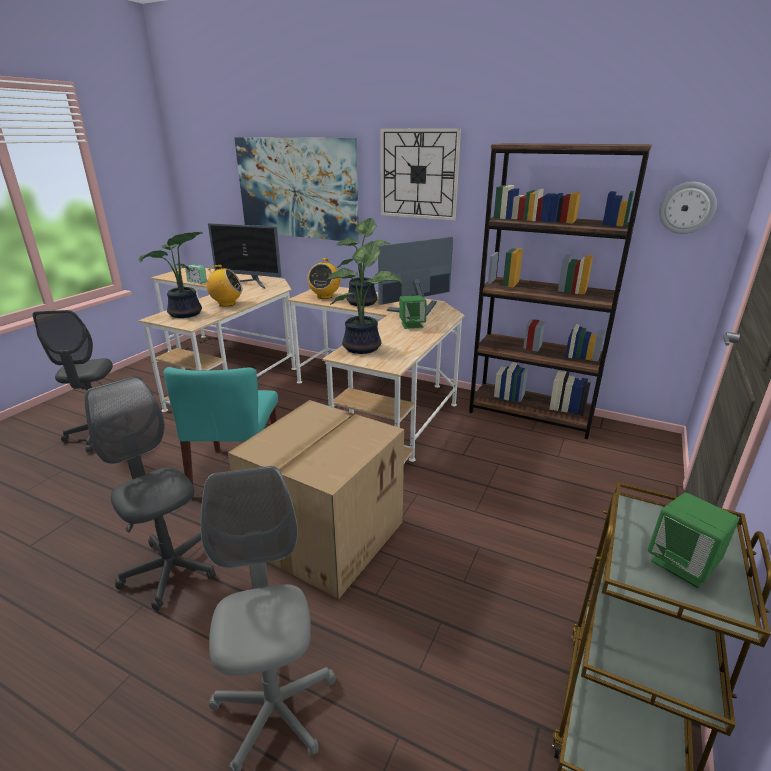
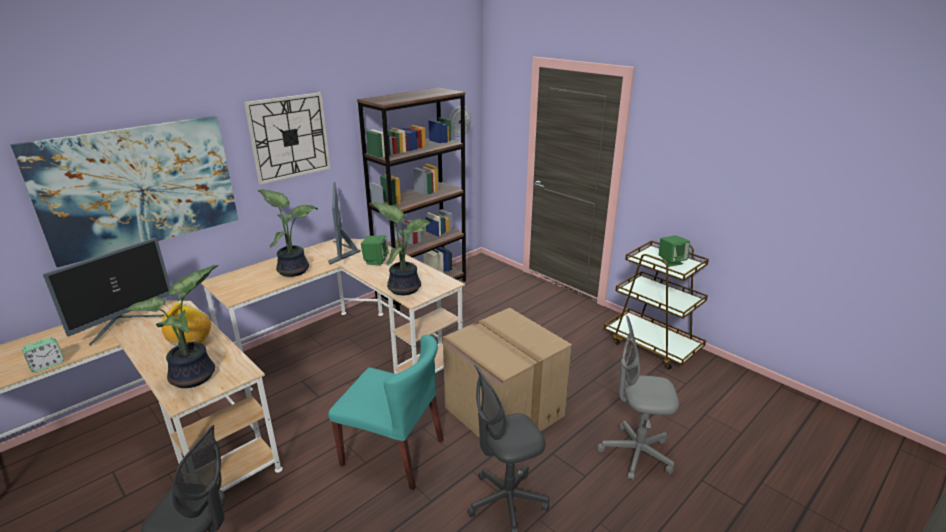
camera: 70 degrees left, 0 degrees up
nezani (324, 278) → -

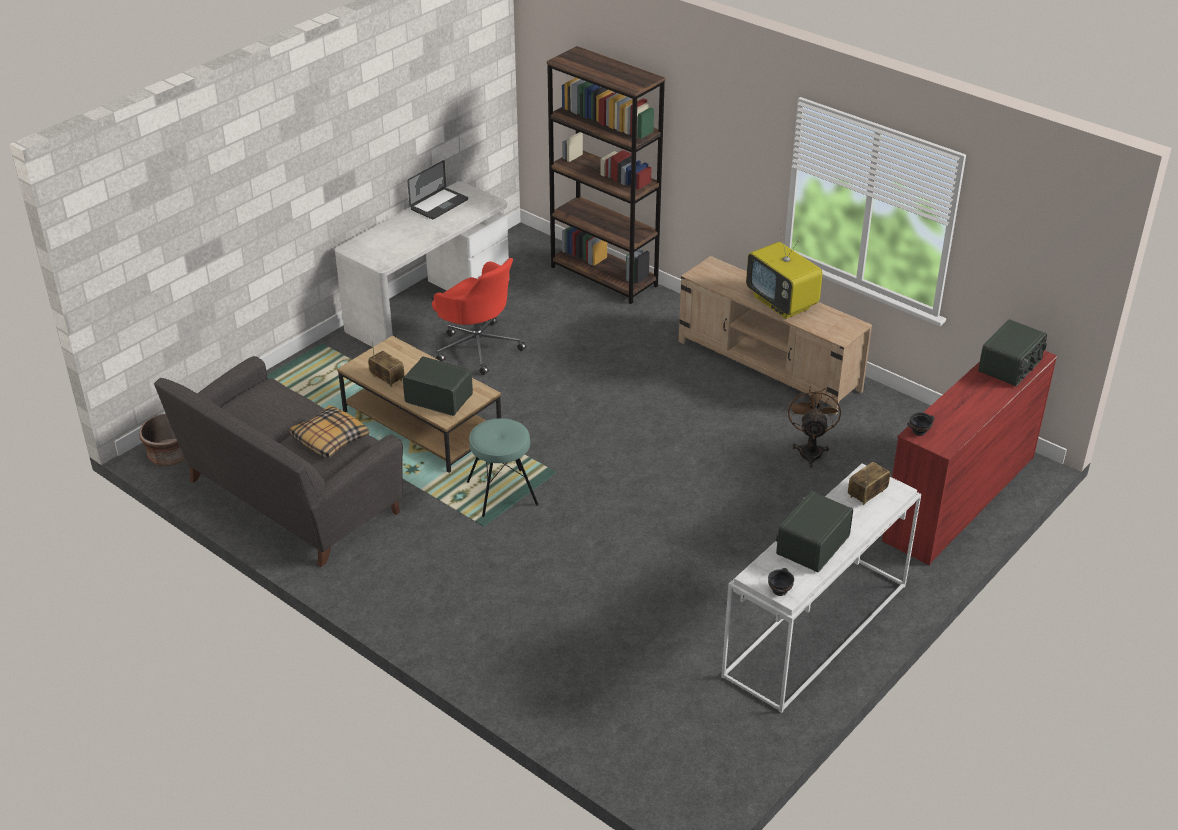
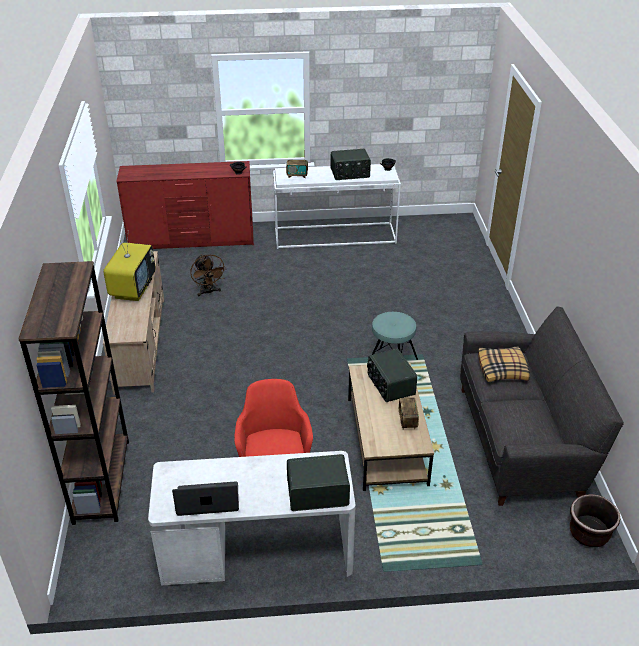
camera: 135 degrees left, 0 degrees up
nezani (1012, 352) → nezani (318, 482), shifted
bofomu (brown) (814, 427) → bofomu (brown) (207, 275), 75 degrees counterclockwise

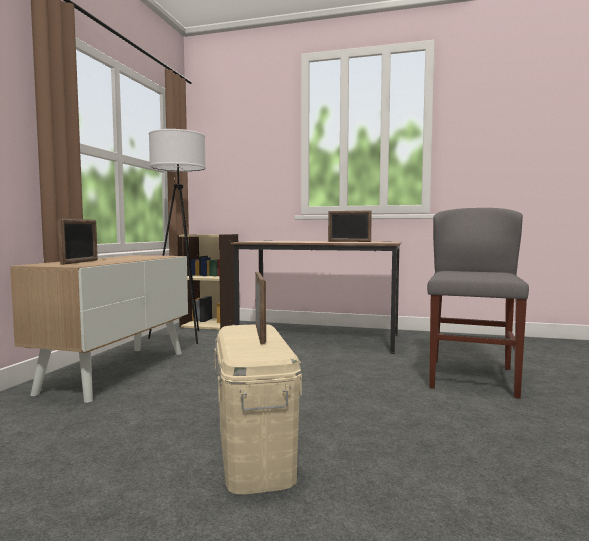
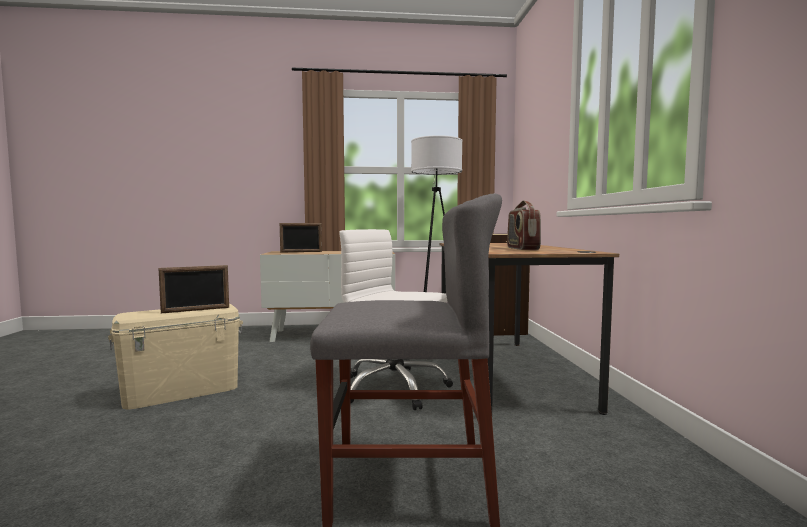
camera: 70 degrees right, 0 degrees up
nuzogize (350, 226) → nezani (524, 225)
- → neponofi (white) (396, 319)

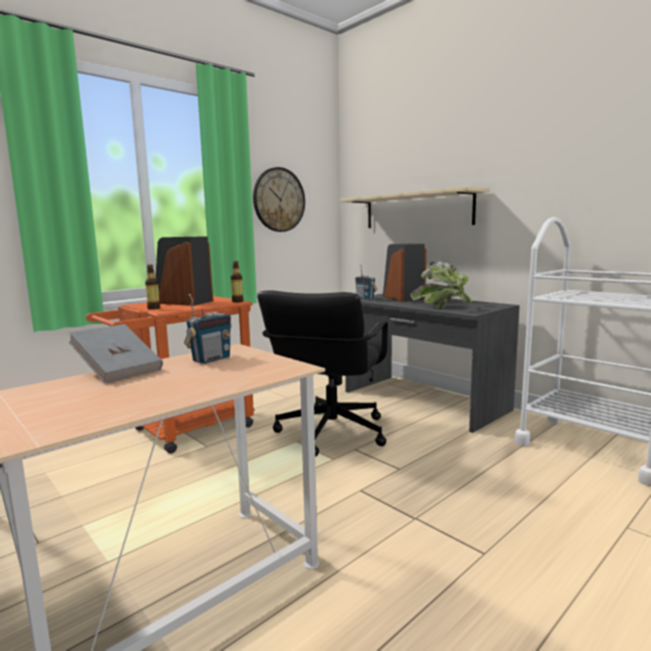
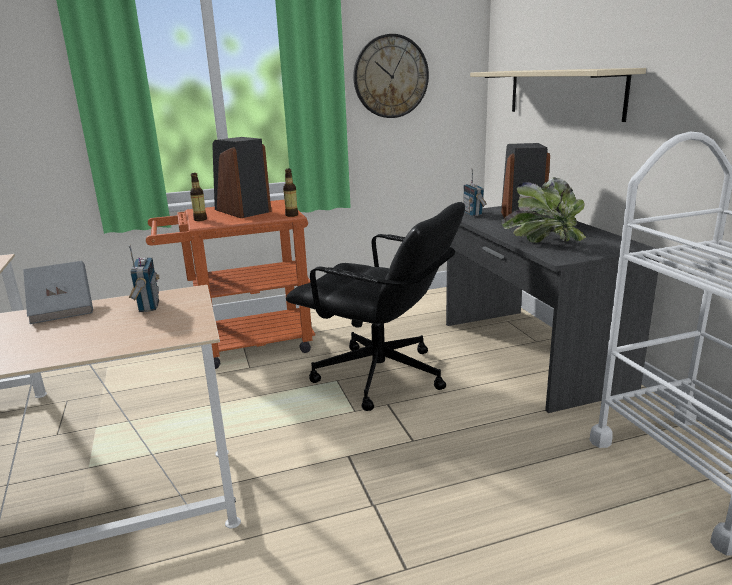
camera: 25 degrees right, 10 degrees up
neponofi (black) (322, 373) → neponofi (black) (375, 306), 105 degrees counterclockwise
nezani (208, 329) → nezani (143, 278), 75 degrees counterclockwise

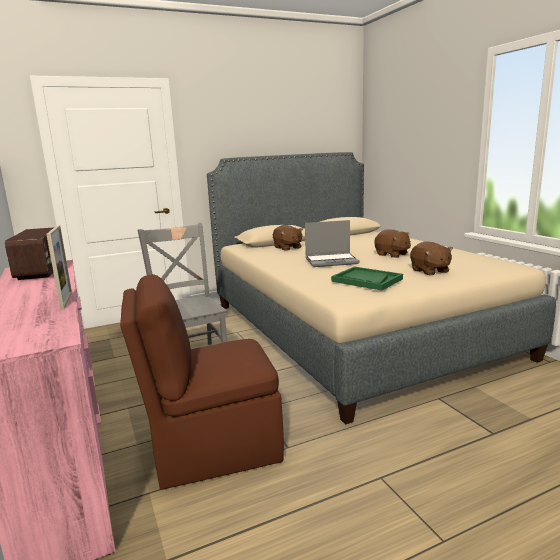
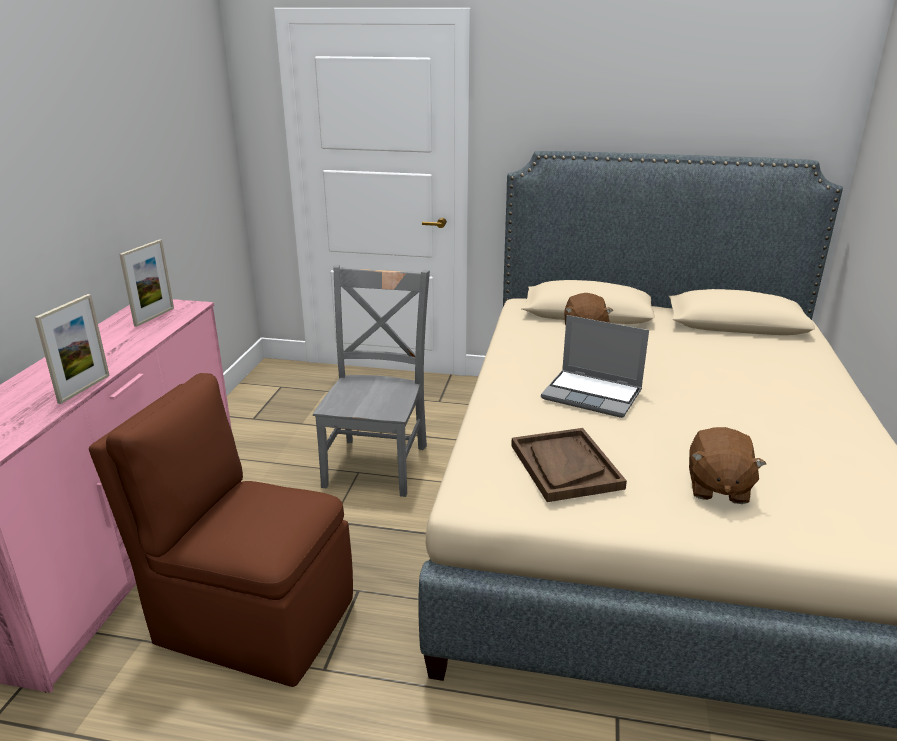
camera: 35 degrees right, 10 degrees up
nezani (29, 253) → nuzogize (146, 283)
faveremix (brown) (392, 243) → -
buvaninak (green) (367, 279) → buvaninak (brown) (569, 465)

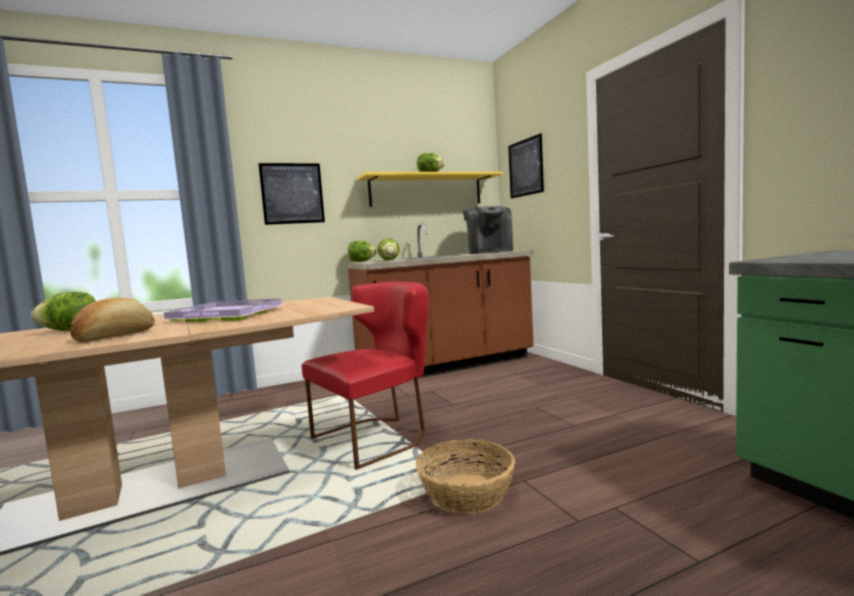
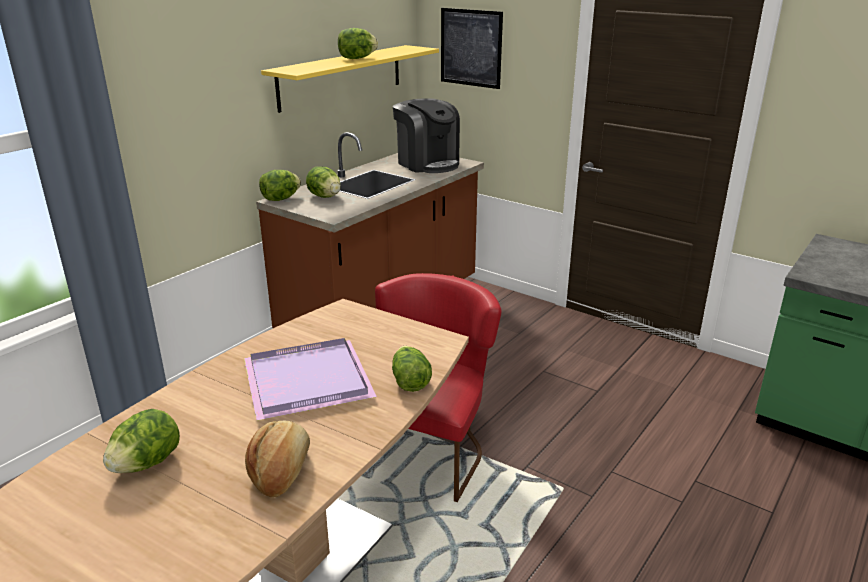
camera: 30 degrees left, 20 degrees up
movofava (291, 194) → -
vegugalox (465, 476) → -
- → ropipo (412, 369)

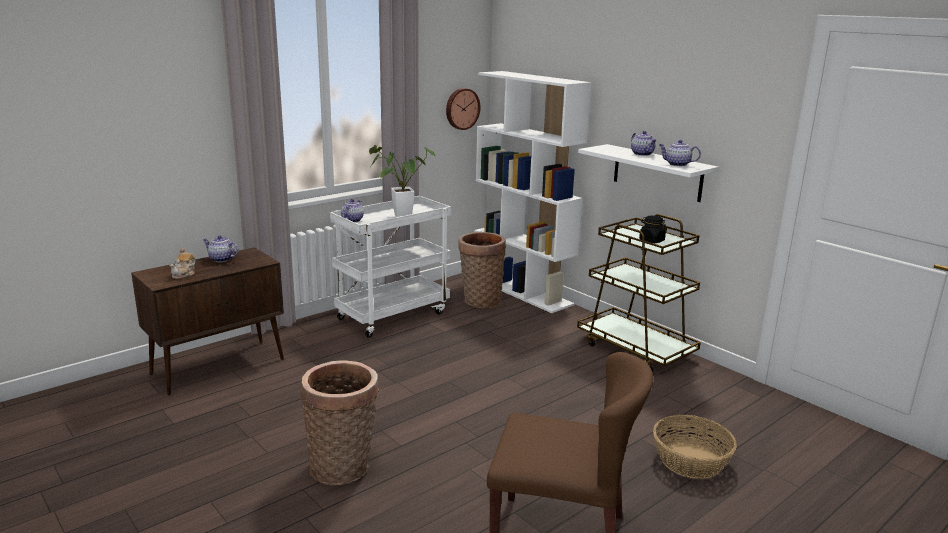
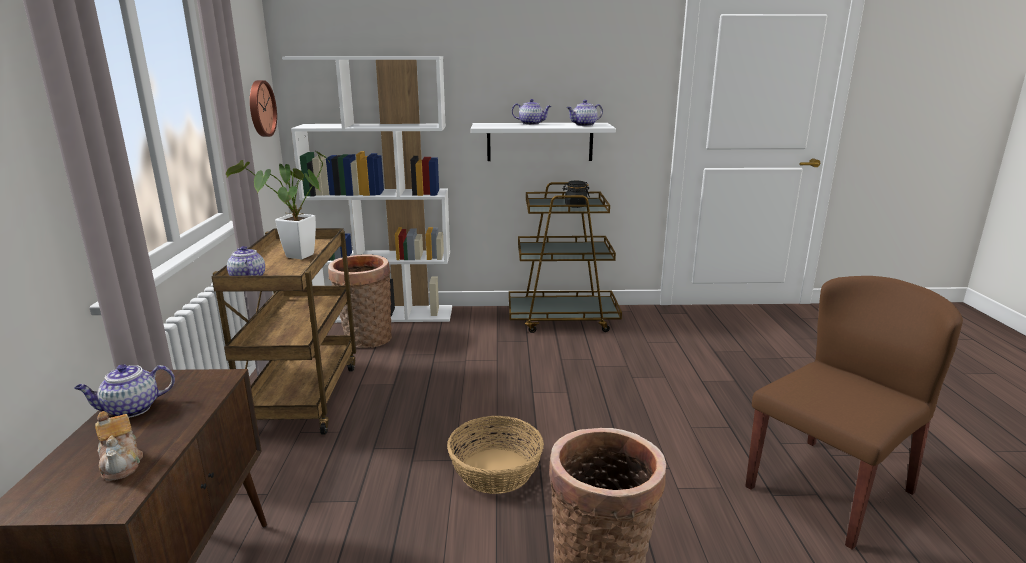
camera: 50 degrees left, 0 degrees up
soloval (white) (390, 267) → soloval (brown) (284, 331)
vegugalox (695, 447) → vegugalox (495, 455), shifted

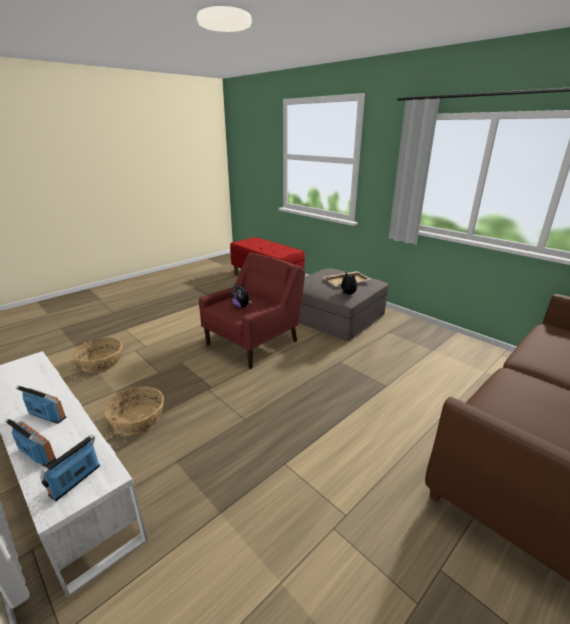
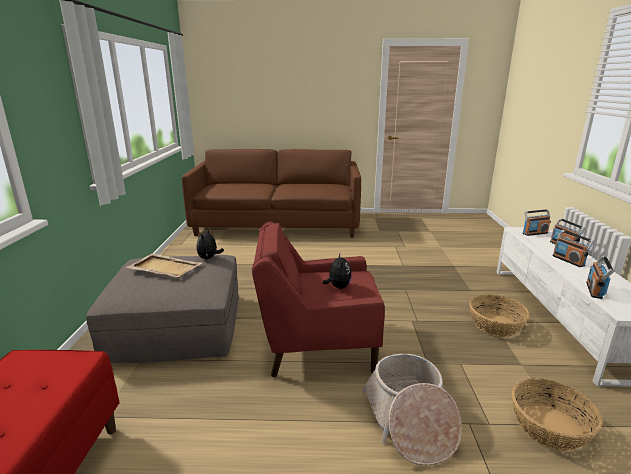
camera: 135 degrees left, 5 degrees down
- → nezani (600, 277)
- → vegugalox (411, 410)

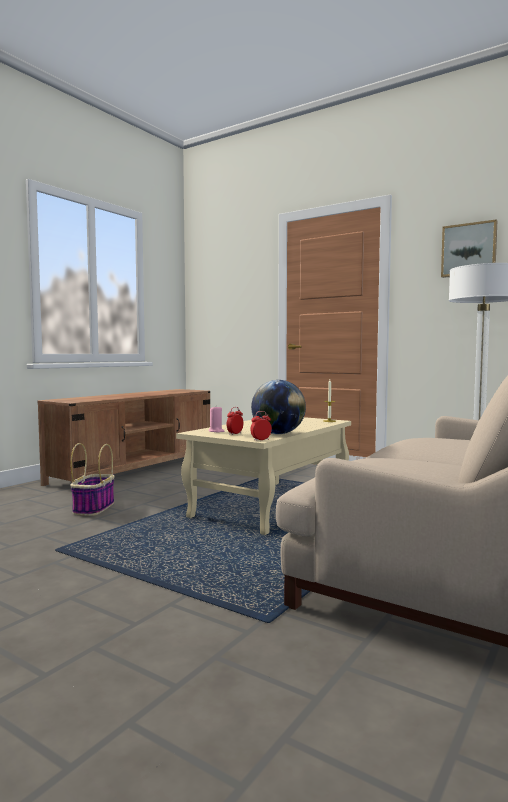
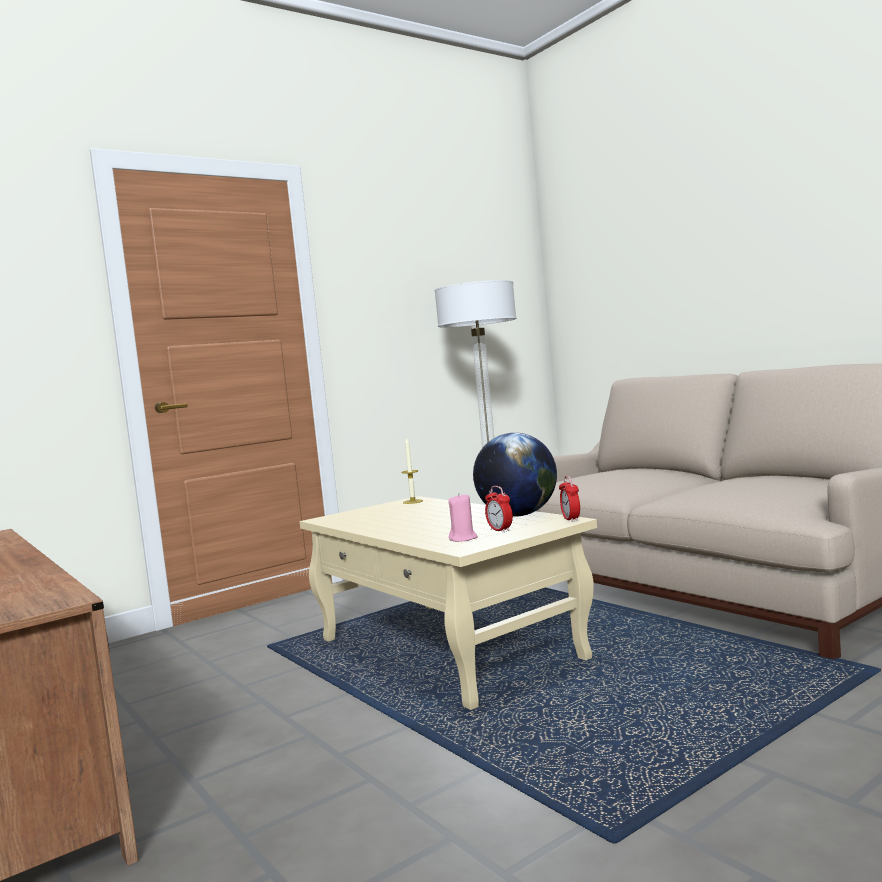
camera: 70 degrees left, 0 degrees up
movofava (469, 249) → -
vegugalox (92, 479) → -

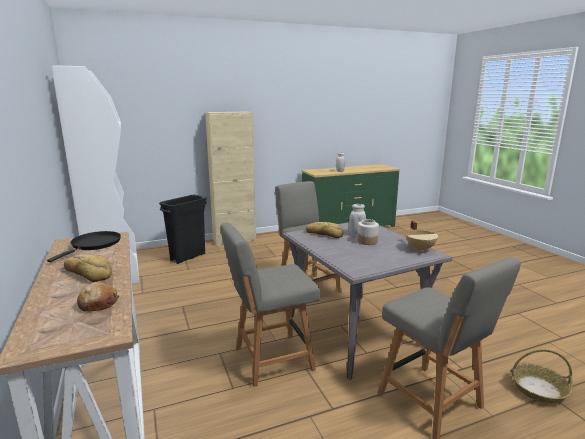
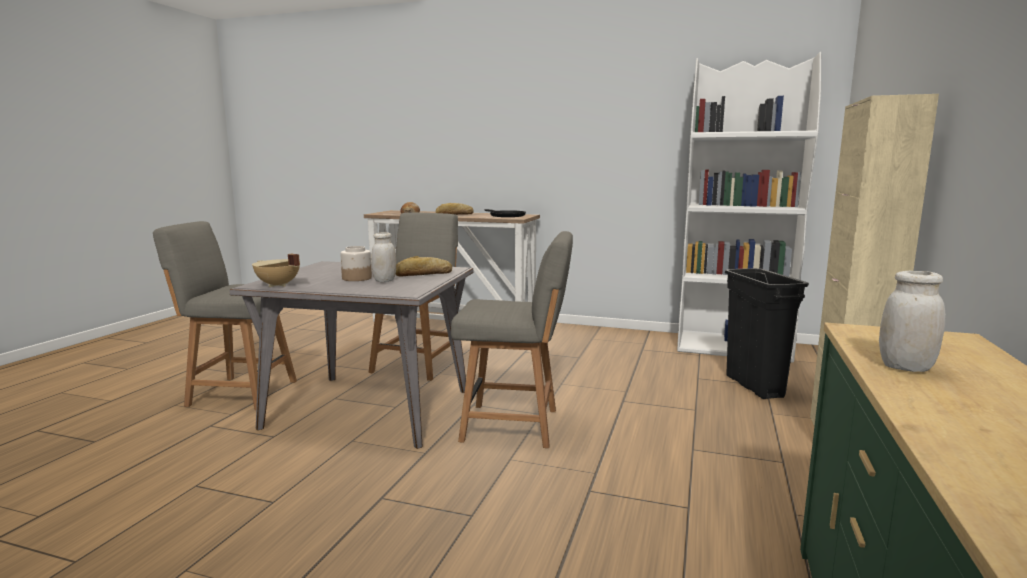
camera: 130 degrees right, 5 degrees down
vegugalox (541, 376) → -

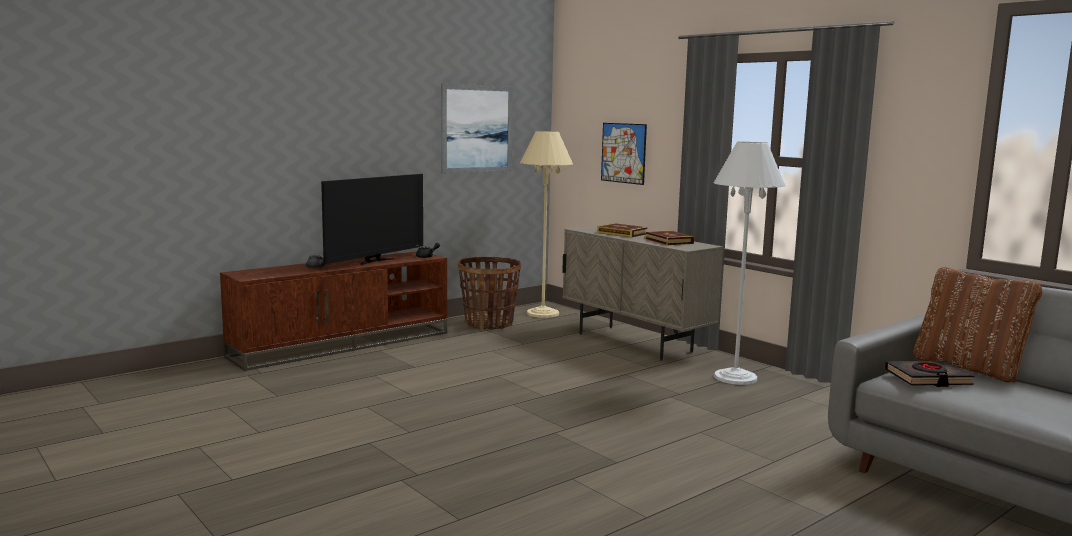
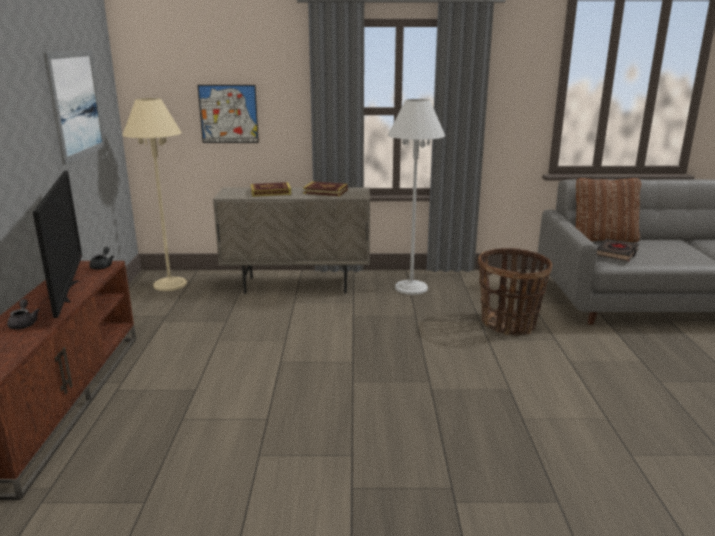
camera: 50 degrees left, 10 degrees up
vegugalox (489, 293) → vegugalox (515, 292), shifted

